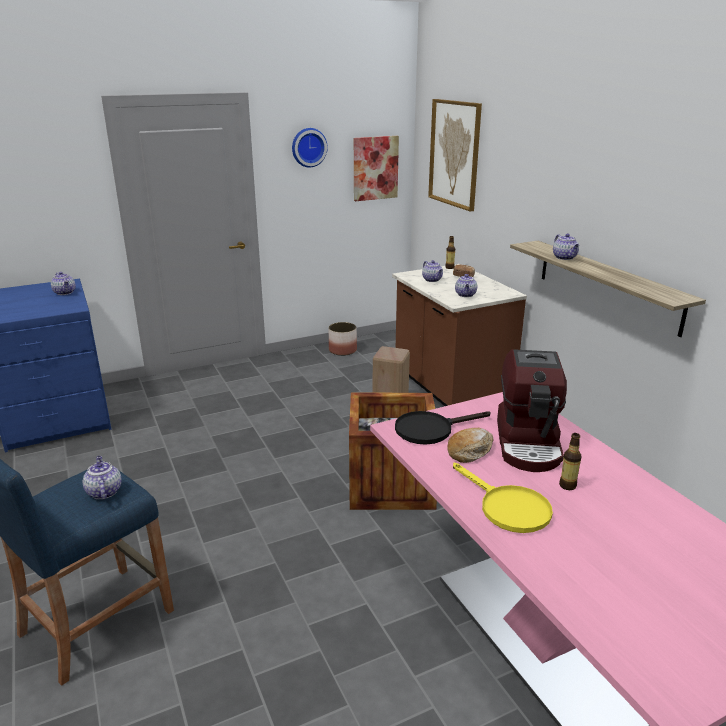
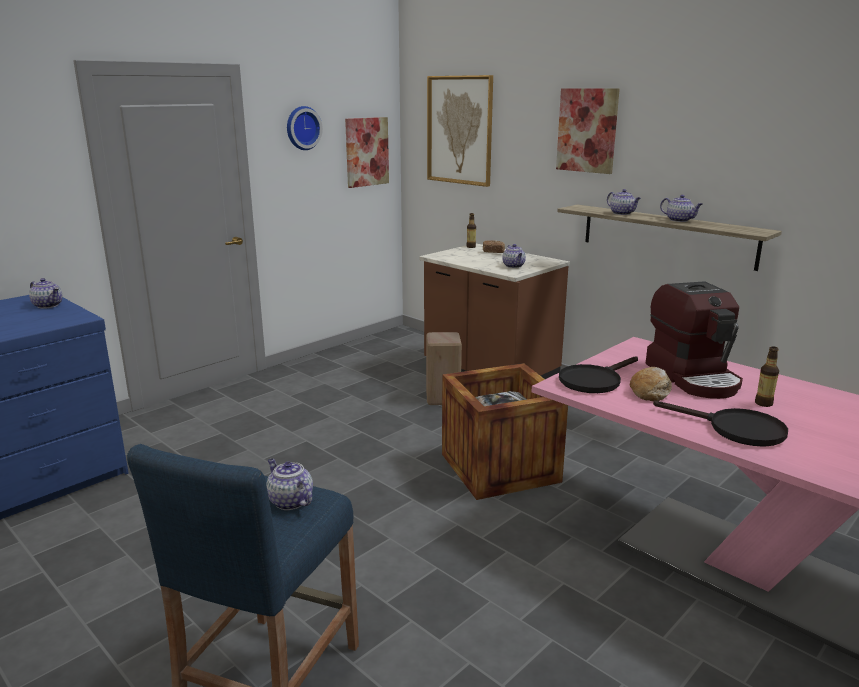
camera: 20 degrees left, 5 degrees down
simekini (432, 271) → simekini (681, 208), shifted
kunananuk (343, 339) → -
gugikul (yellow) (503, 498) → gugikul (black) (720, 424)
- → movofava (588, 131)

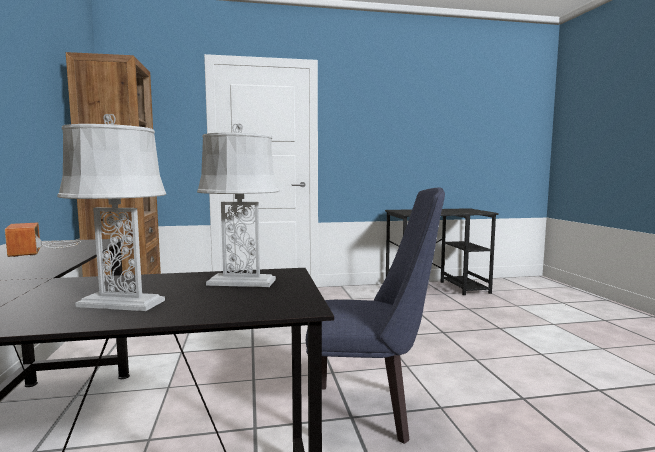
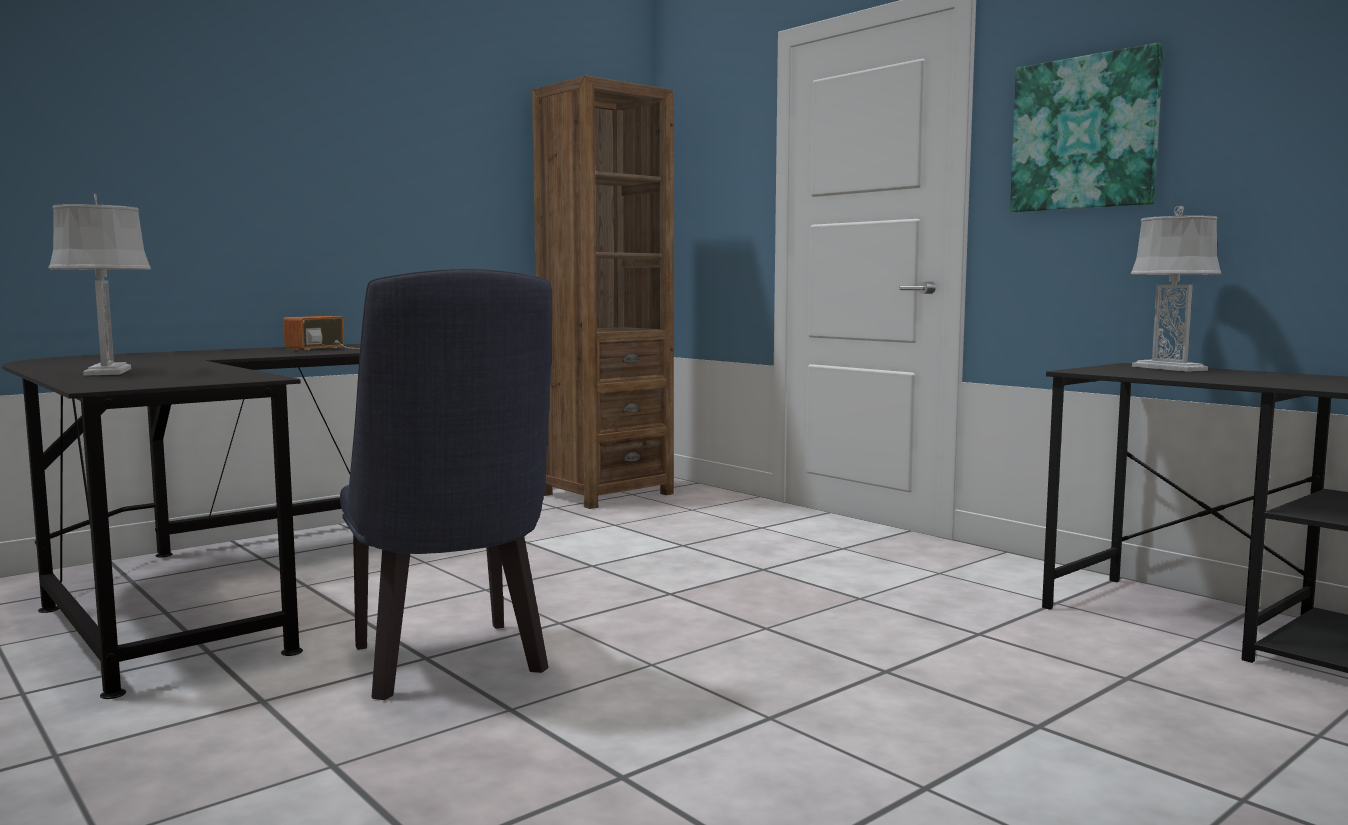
camera: 60 degrees right, 0 degrees up
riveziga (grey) (238, 205) → riveziga (grey) (1176, 289), shifted
- → movofava (1087, 127)

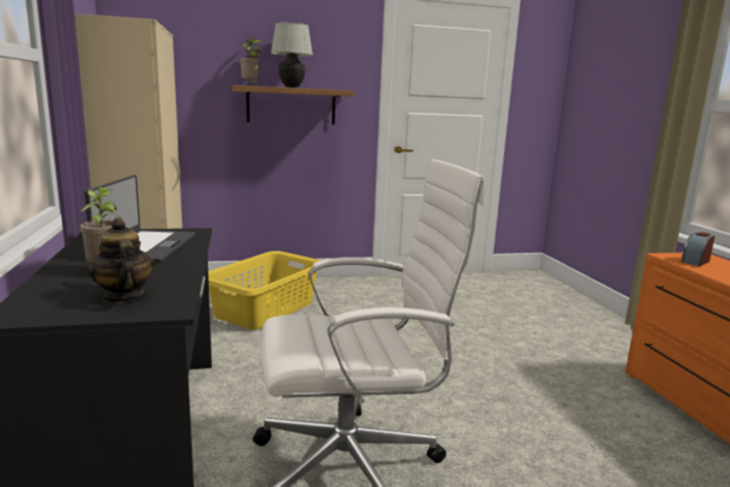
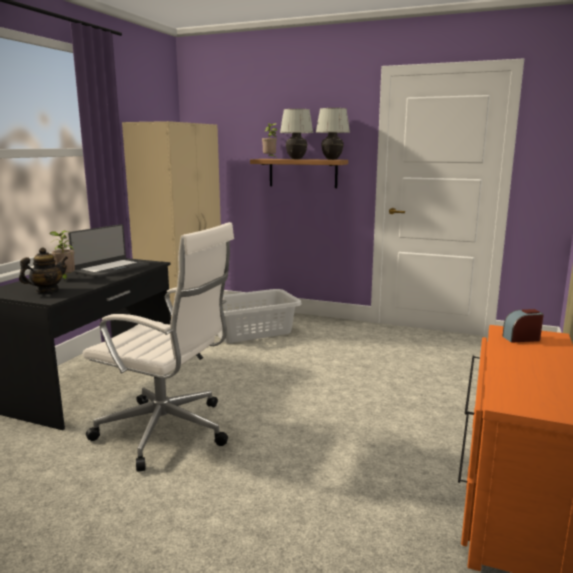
camera: 35 degrees right, 0 degrees up
simekini (121, 260) → simekini (43, 270), 45 degrees clockwise
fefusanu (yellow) (264, 290) → fefusanu (grey) (259, 316)
- → riveziga (white) (333, 134)

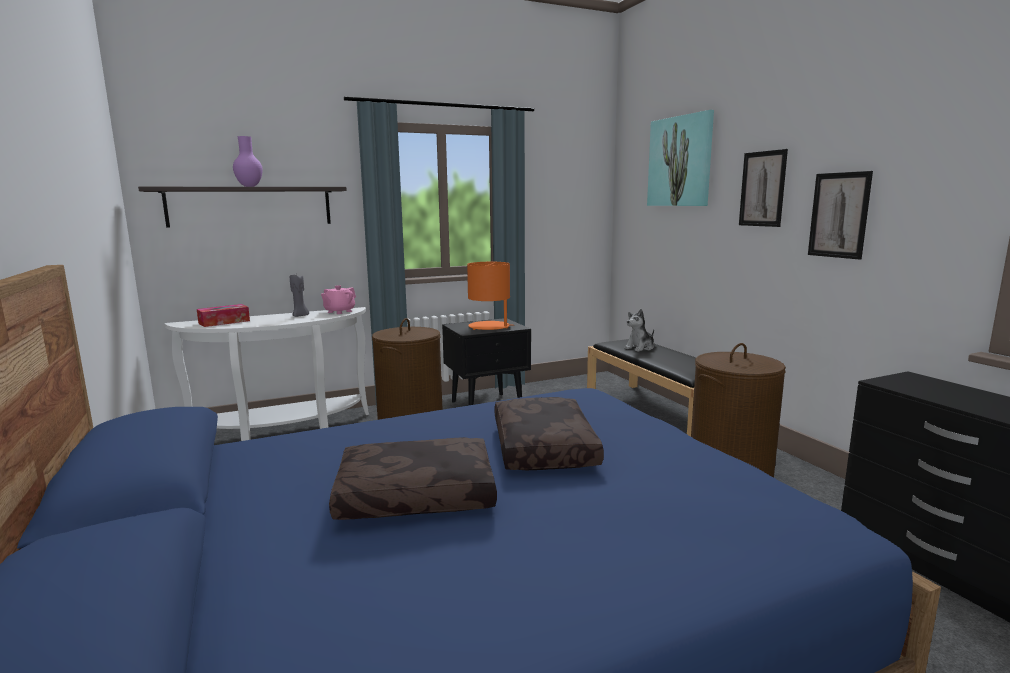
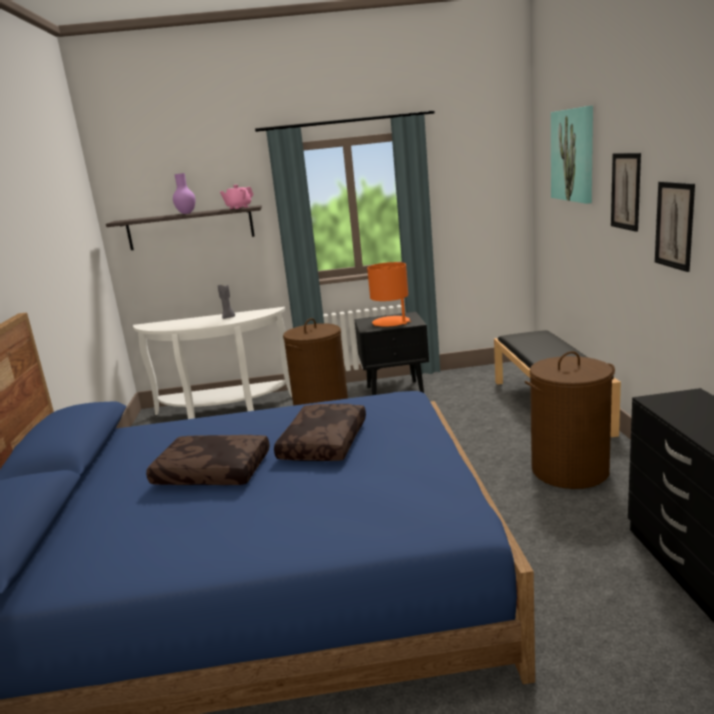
camera: 20 degrees right, 5 degrees up
simekini (pink) (338, 299) → simekini (pink) (237, 197), shifted
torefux (223, 315) → -
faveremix (639, 330) → -

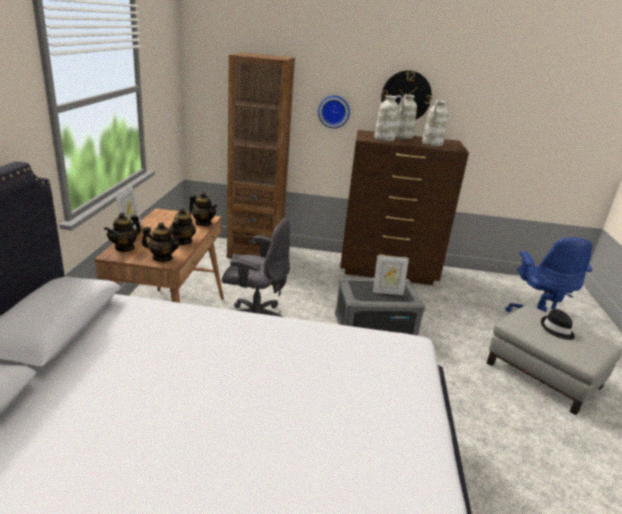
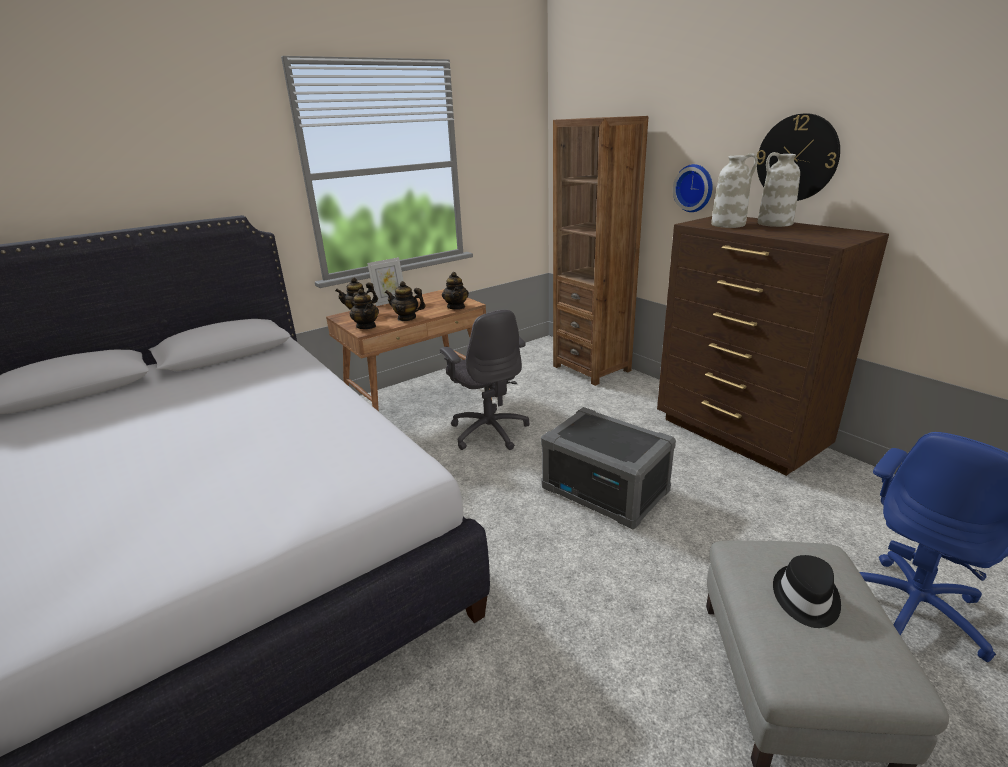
camera: 50 degrees right, 0 degrees up
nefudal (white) (435, 123) → -
simekini (183, 226) → simekini (405, 301), 135 degrees counterclockwise
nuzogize (391, 275) → -

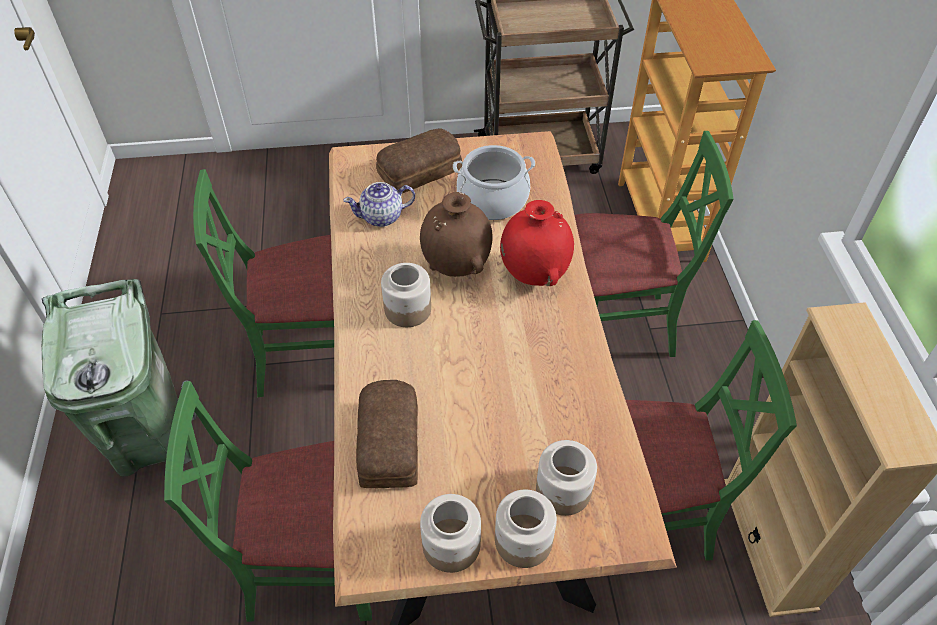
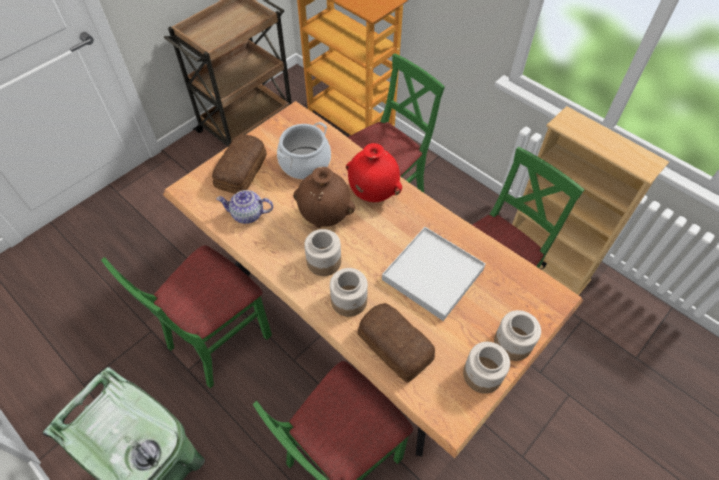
camera: 40 degrees left, 5 degrees up
simekini (379, 204) → simekini (244, 207), 60 degrees clockwise
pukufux (566, 478) → pukufux (349, 292), shifted
- → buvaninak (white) (434, 274)

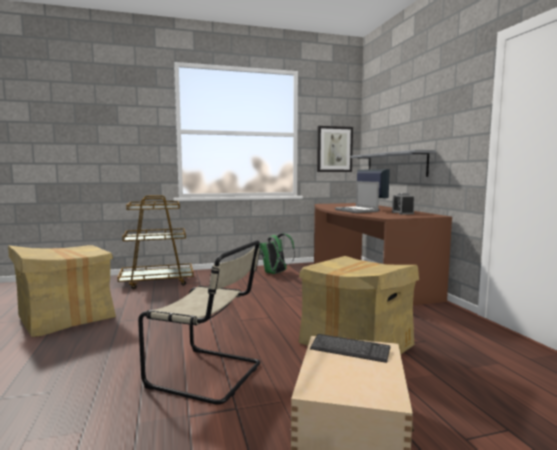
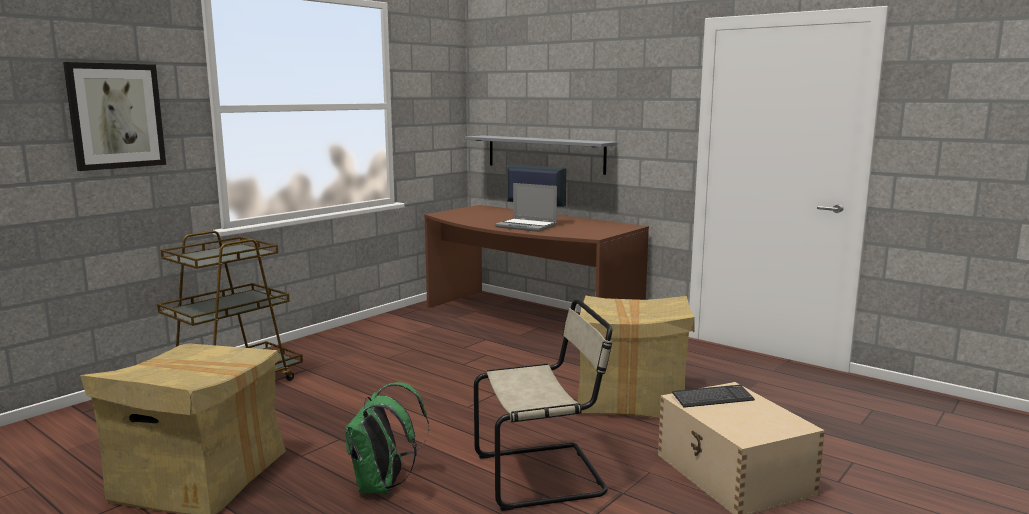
camera: 35 degrees left, 5 degrees up
movofava (335, 149) → movofava (114, 116), shifted
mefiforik (403, 204) → -
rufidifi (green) (277, 254) → rufidifi (green) (387, 438), shifted

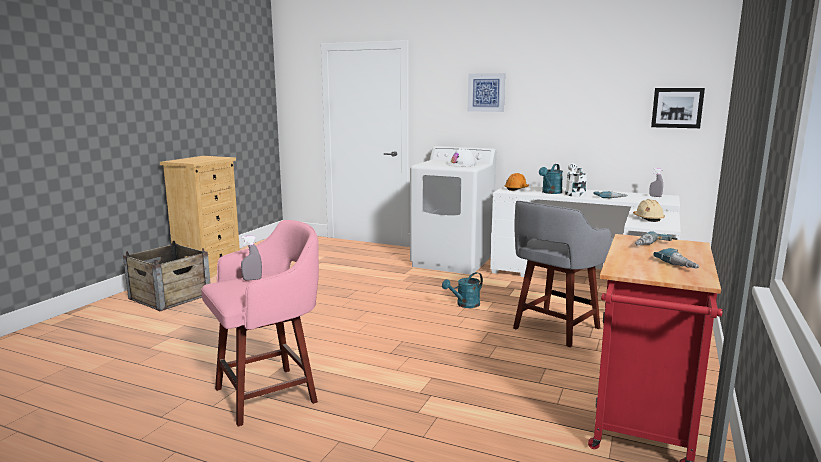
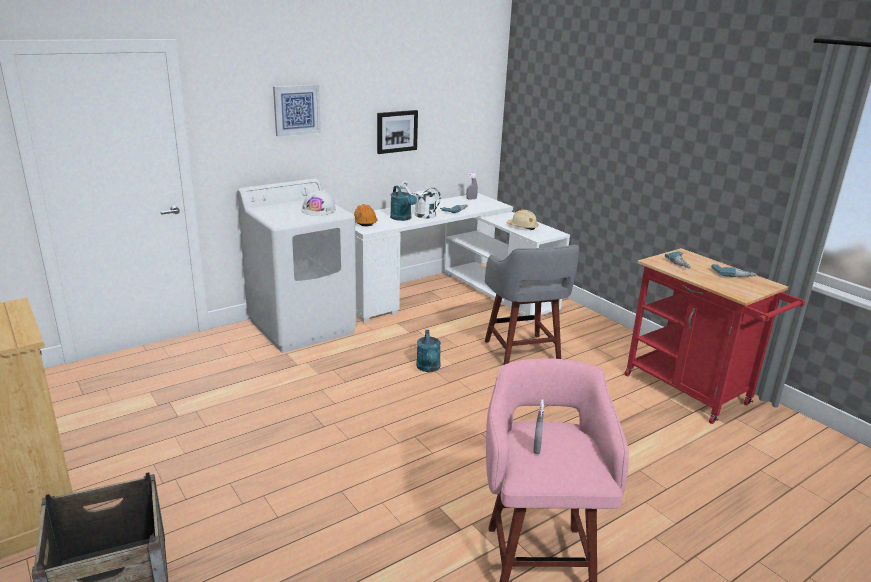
camera: 60 degrees left, 10 degrees up
movofava (678, 108) → movofava (397, 132), shifted

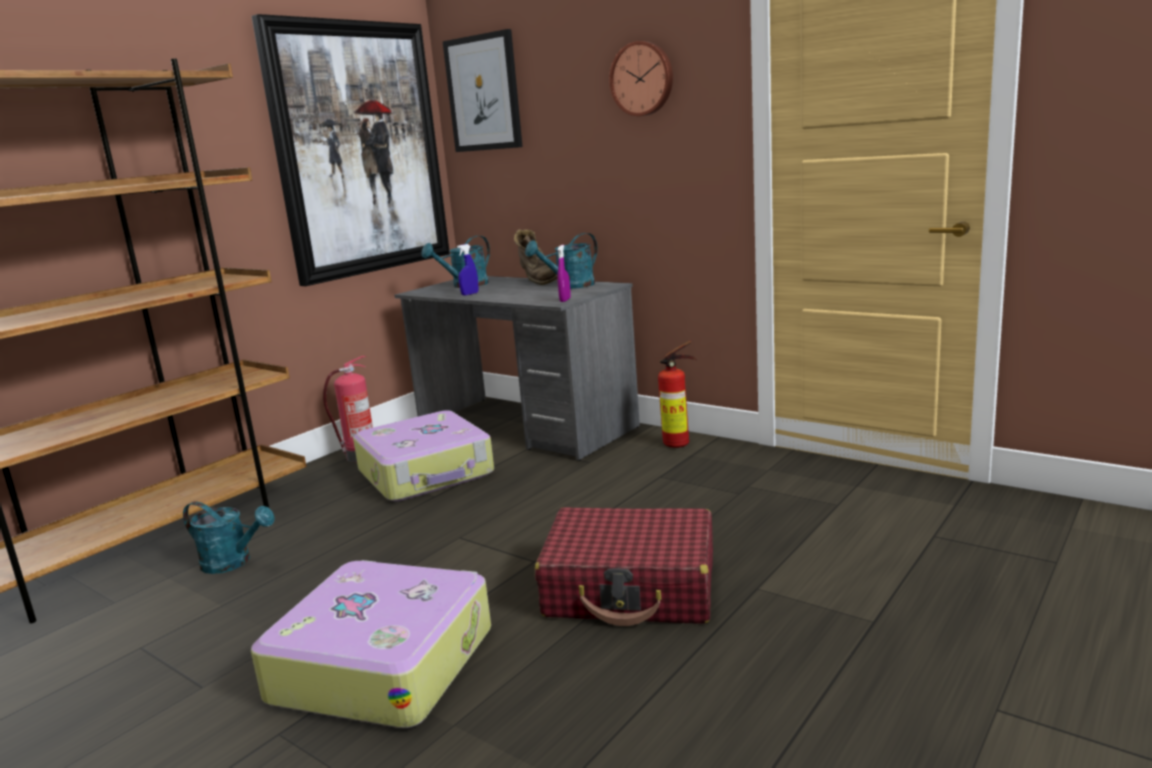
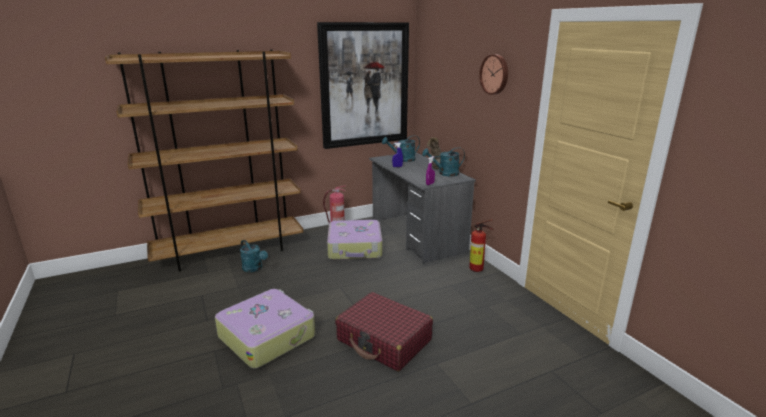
camera: 25 degrees right, 5 degrees up
movofava (483, 90) → -

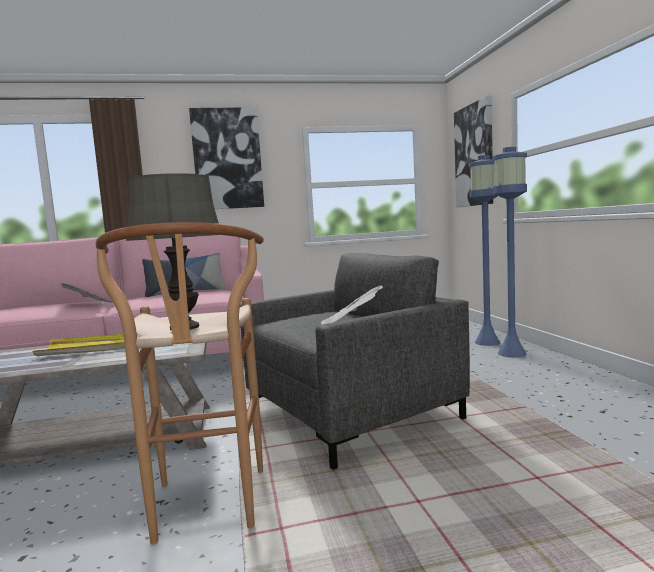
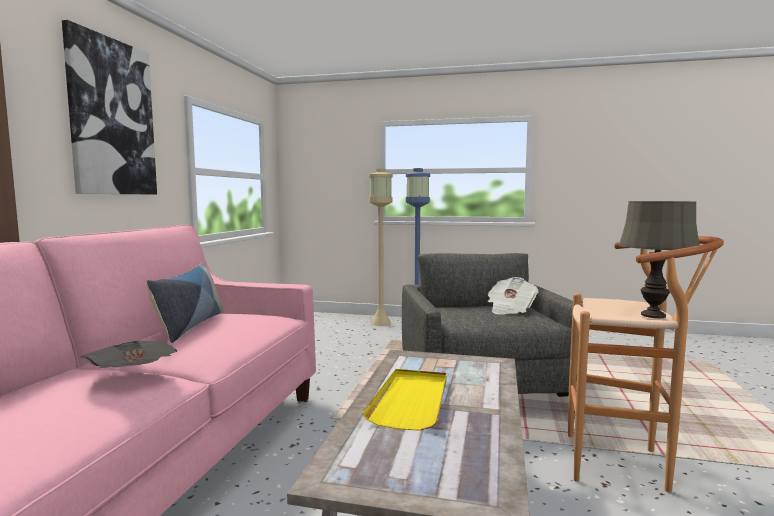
camera: 65 degrees left, 0 degrees up
movofava (473, 151) → -
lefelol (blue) (484, 250) → lefelol (beige) (381, 247)

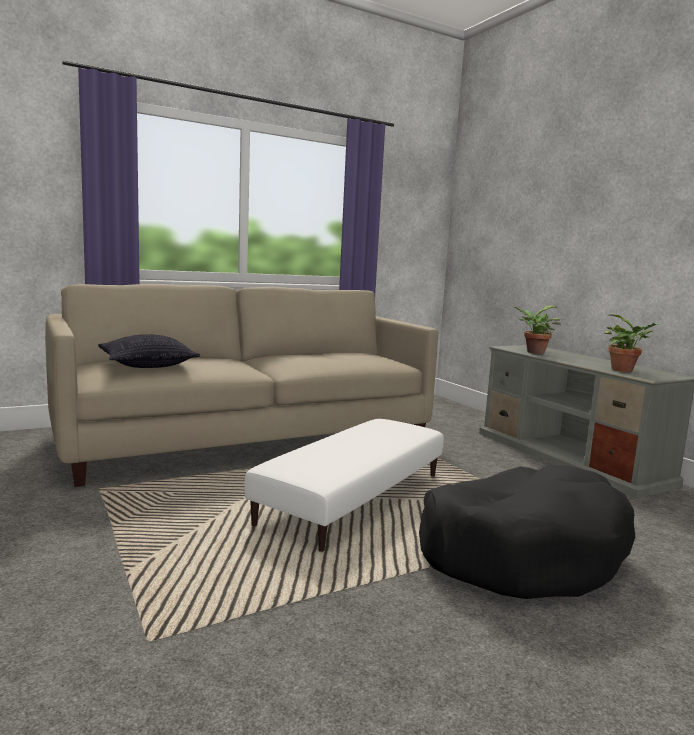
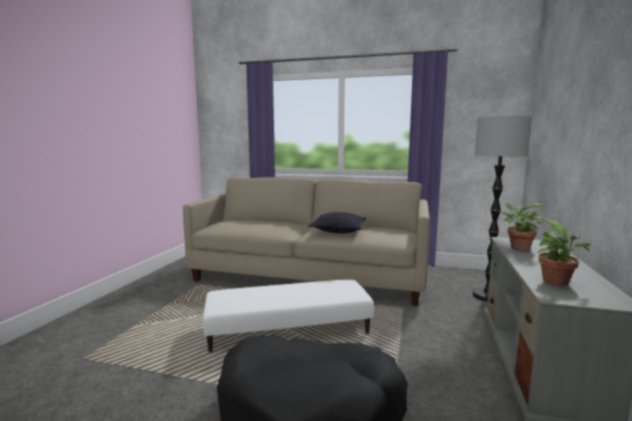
camera: 45 degrees right, 0 degrees up
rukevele (149, 351) → rukevele (337, 222), shifted
- → lefelol (502, 209)

